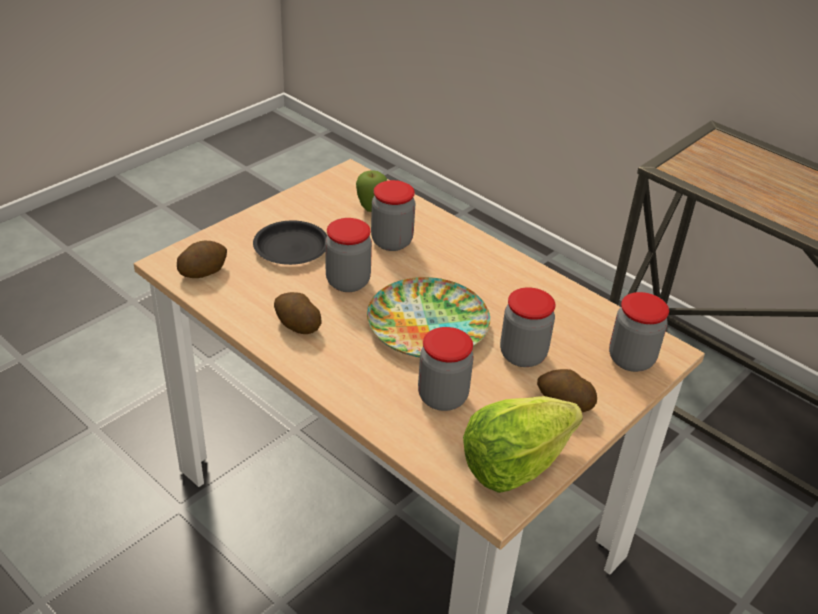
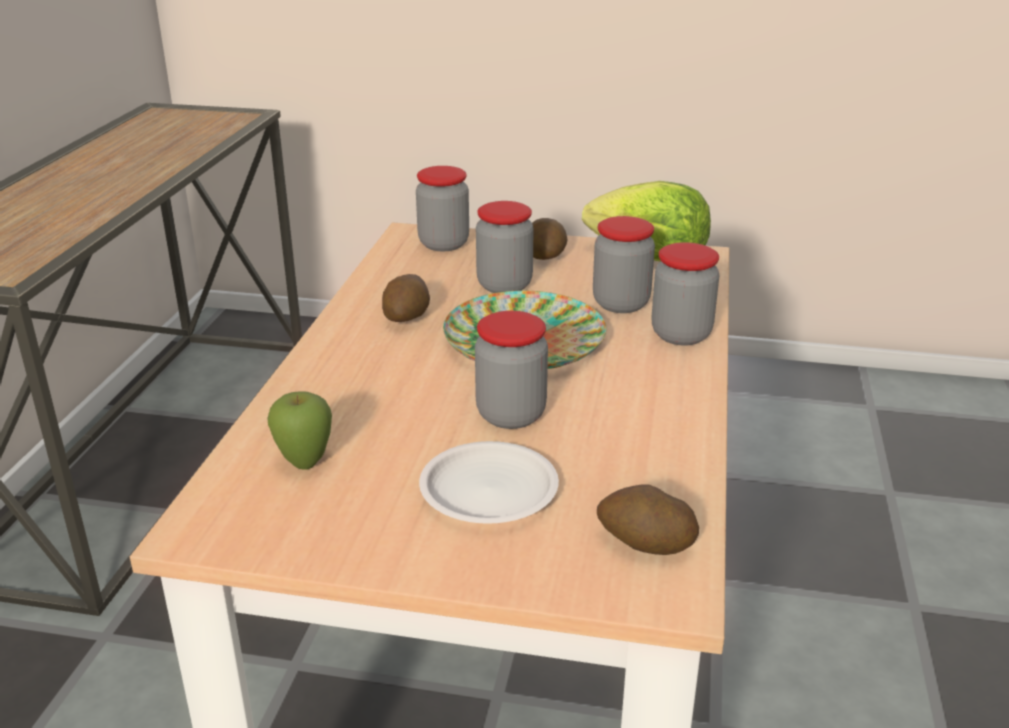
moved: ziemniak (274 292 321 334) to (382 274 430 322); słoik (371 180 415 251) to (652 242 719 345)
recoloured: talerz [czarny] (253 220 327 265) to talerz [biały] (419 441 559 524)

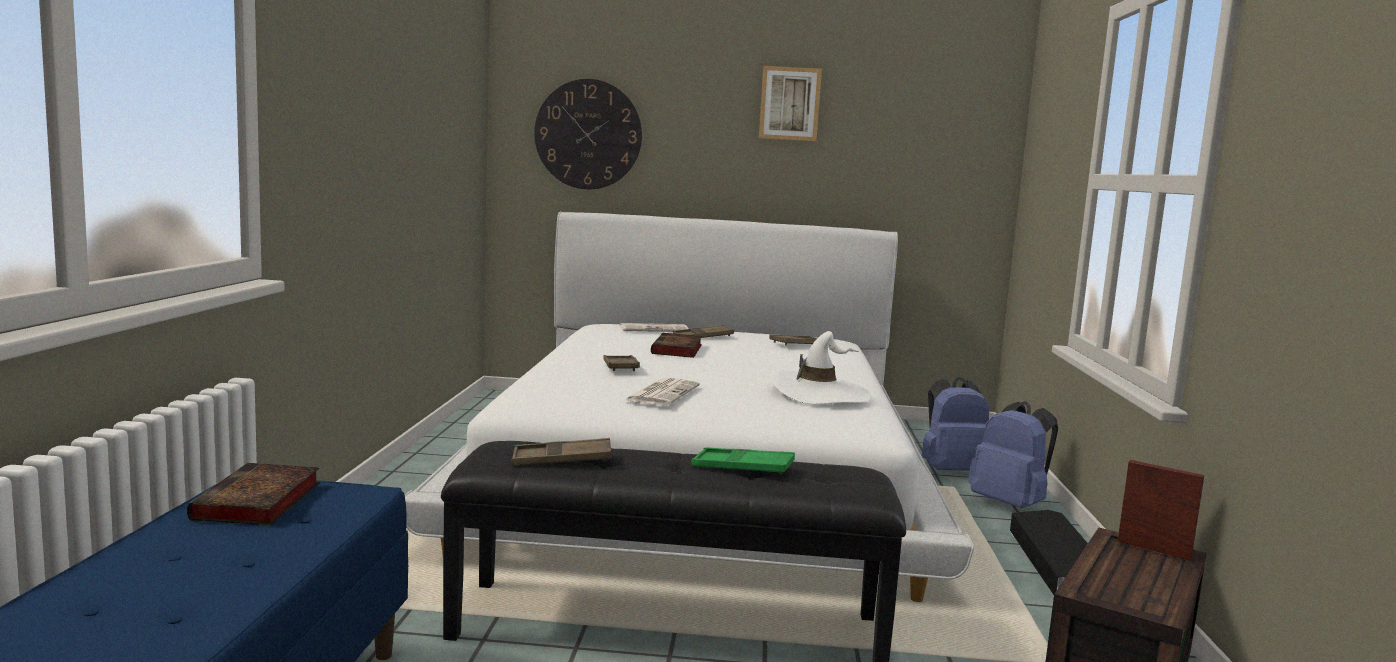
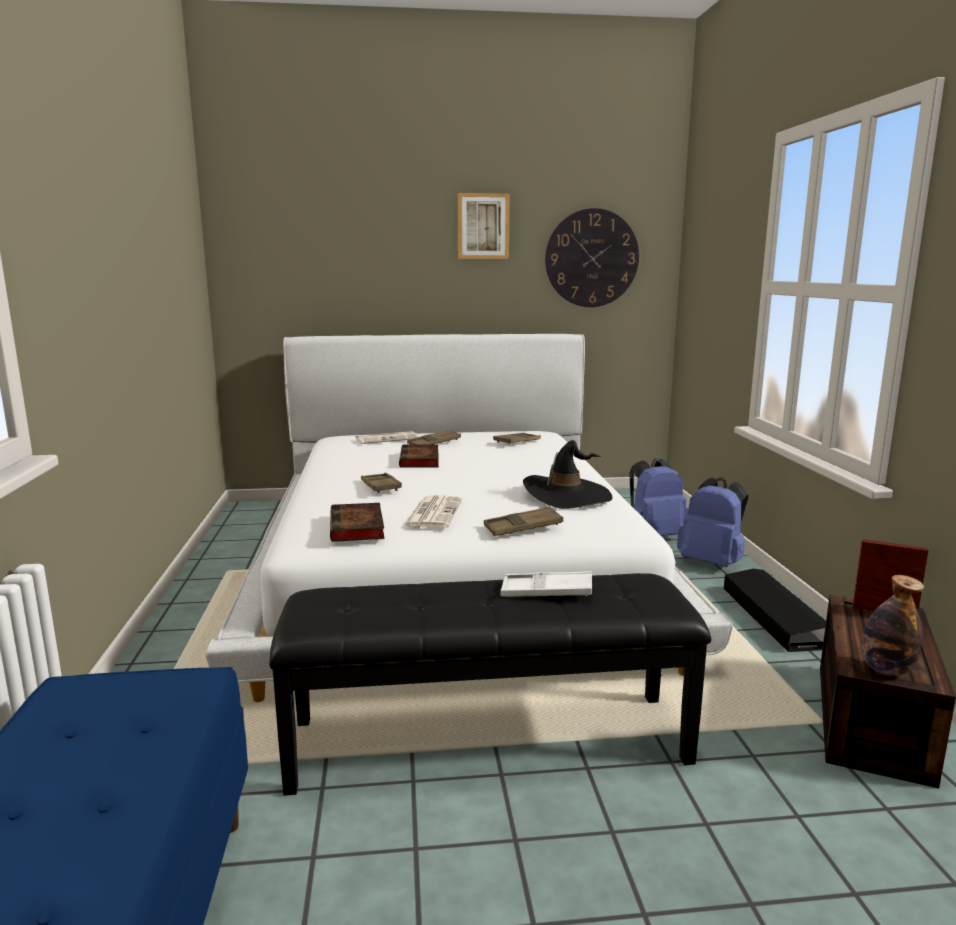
added: butelka (862 575 924 676)
moved: książka (187 463 320 526) to (330 503 385 542); taca [brązowy] (512 438 611 466) to (484 507 563 536); zegar ścienny (534 79 642 189) to (545 208 639 307)
recoloured: taca [zielony] (691 447 795 475) to taca [biały] (500 571 592 597); kapelusz [biały] (771 331 871 404) to kapelusz [czarny] (523 440 612 509)

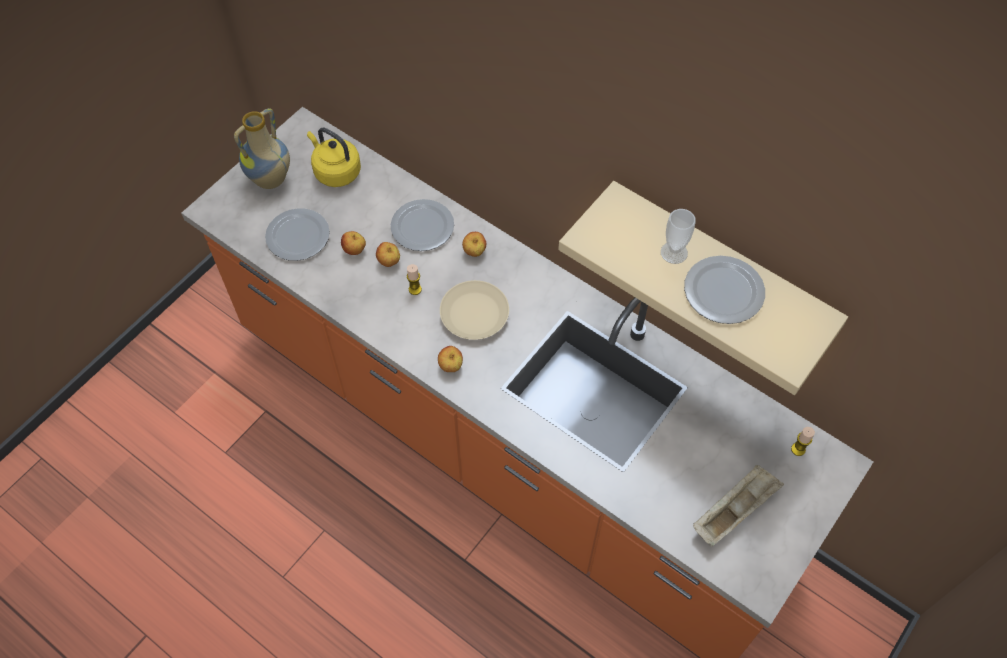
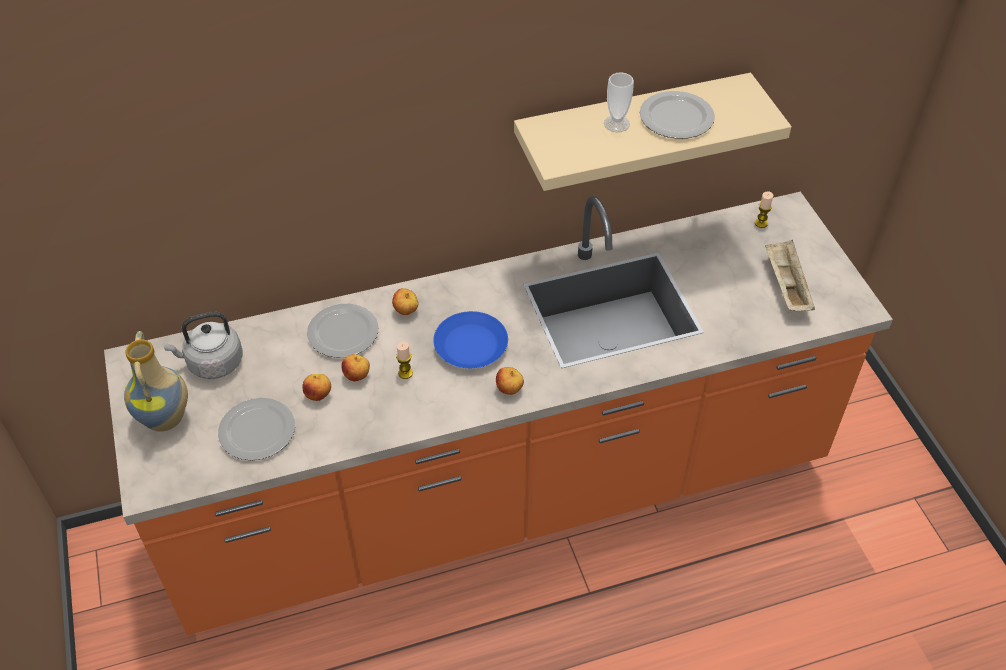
recoloured: czajnik [żółty] (307 127 361 187) to czajnik [szary] (162 312 242 379); talerz [beżowy] (440 280 509 340) to talerz [niebieski] (433 311 508 368)

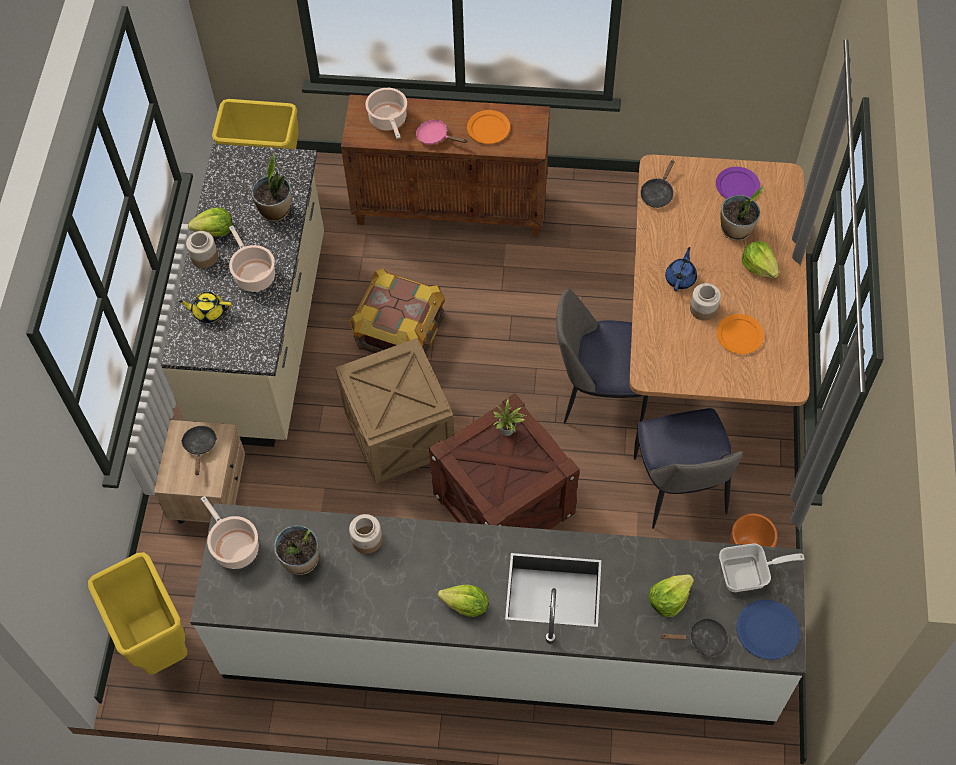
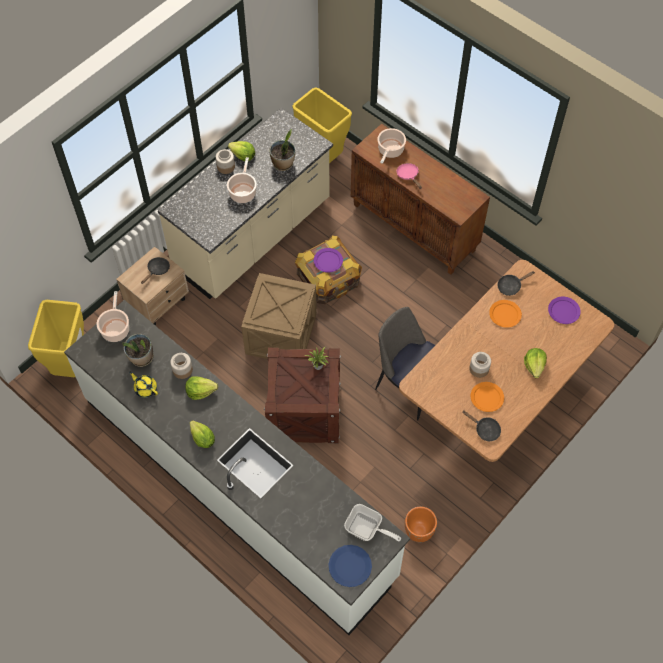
removed: krzesło (634 408 743 529); imbryk [niebieski] (665 247 697 291); roślina doniczkowa (720 187 765 241)
added: talerz [fioletowy] (314 248 343 273)
moved: imbryk [żółty] (178 292 232 323) to (129 372 158 398); talerz [pomarańczowy] (467 110 510 144) to (489 300 522 328); sałata (649 574 694 617) to (185 376 218 400); patelnia [czarny] (660 618 729 657) to (462 411 501 441)

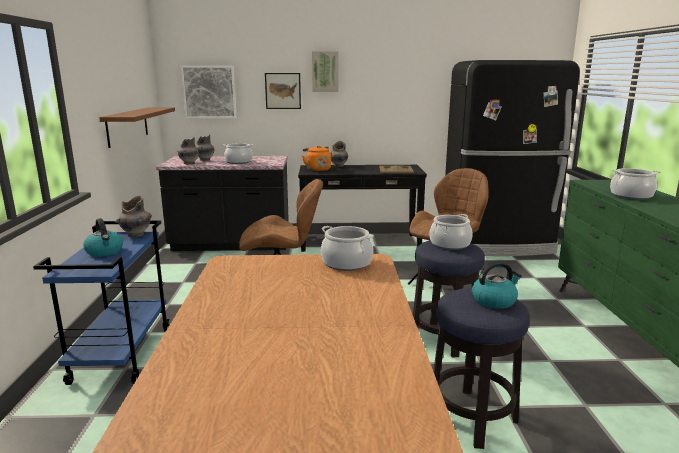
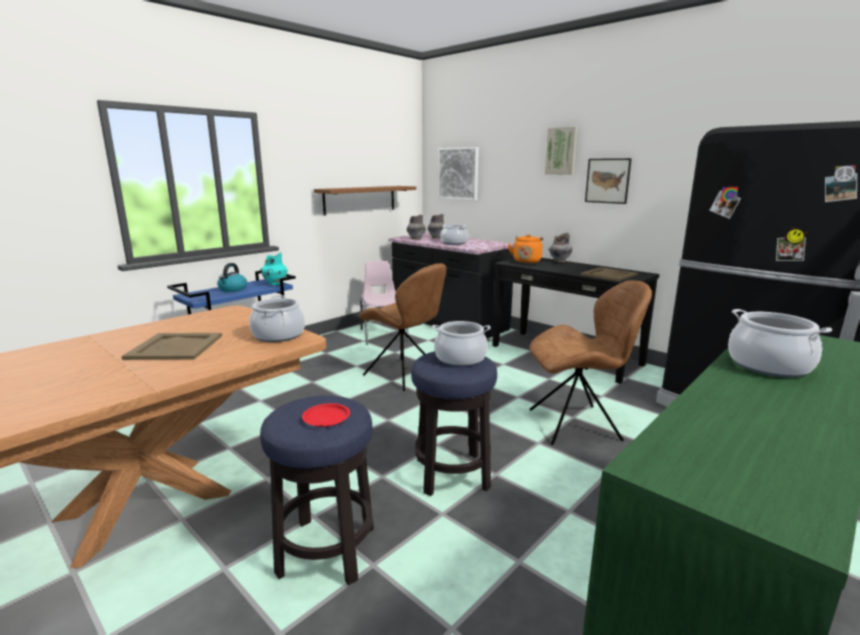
added: taca [beżowy] (121 333 222 360); krzesło [różowy] (360 260 409 345)
moved: obraz (265 73 301 109) to (585 158 632 204)
replaced: czajnik (472 261 521 309) to talerz [czerwony] (302 403 350 427)
recoloured: wazon [szary] (115 196 152 237) to wazon [turkusowy] (260 253 288 285)

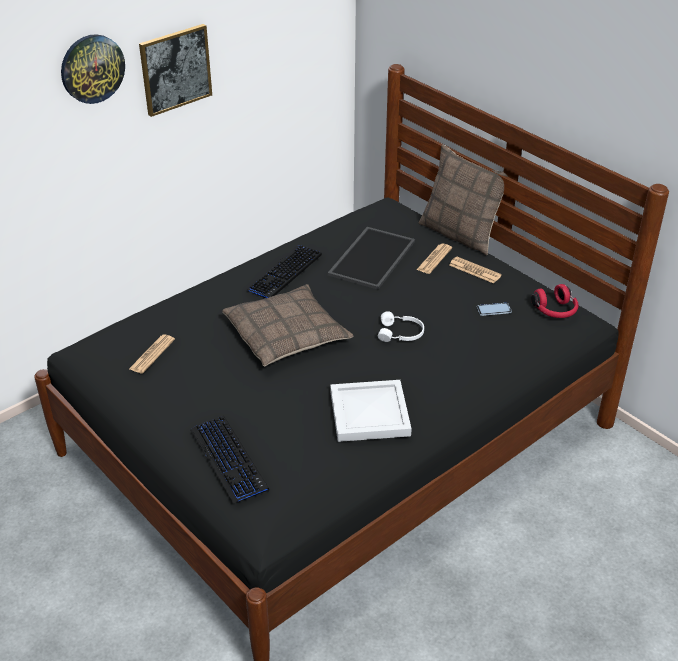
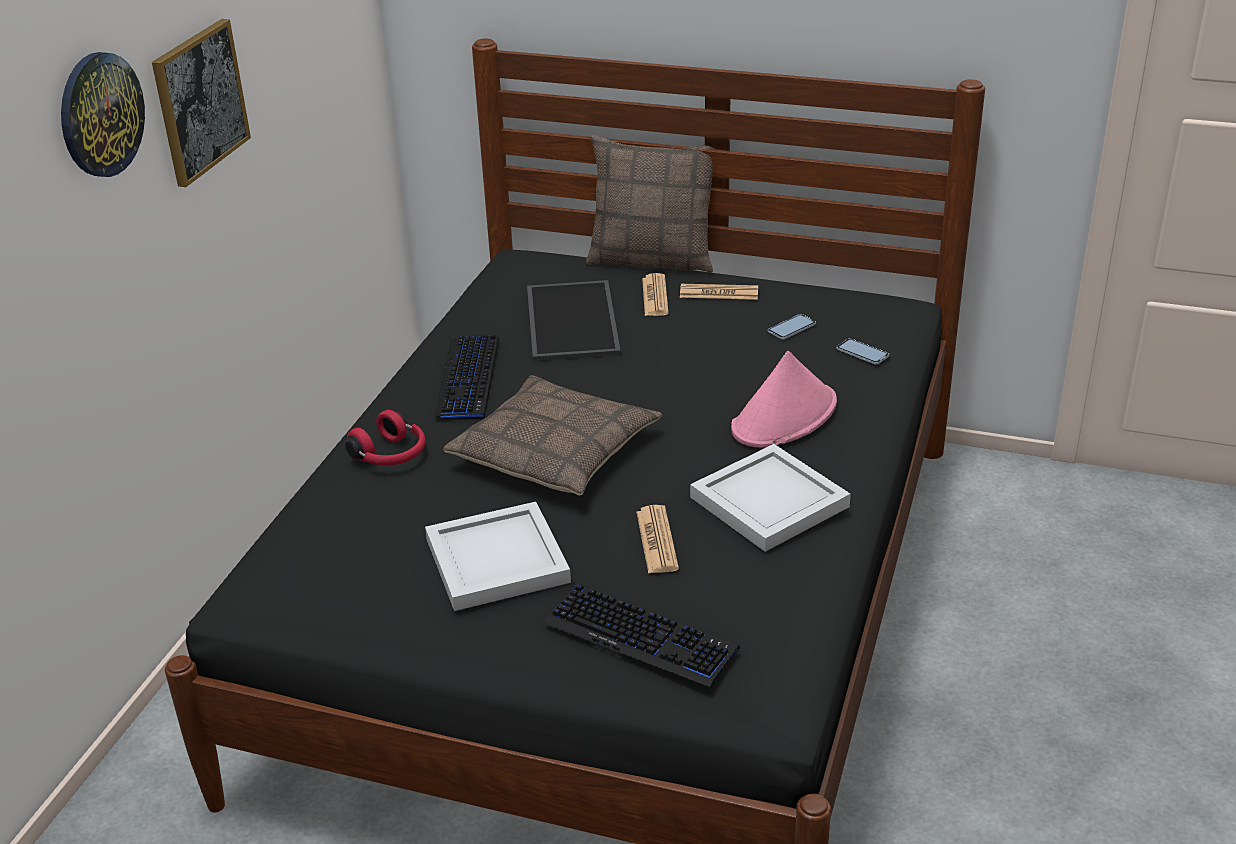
removed: słuchawki [biały] (378 311 424 342)
added: taca [biały] (425 502 571 611); kapelusz [różowy] (731 351 837 447); telefon (836 338 889 365)
moved: gazeta (129 334 175 374) to (636 505 679 574); słuchawki [czerwony] (531 284 579 318) to (345 410 426 466)

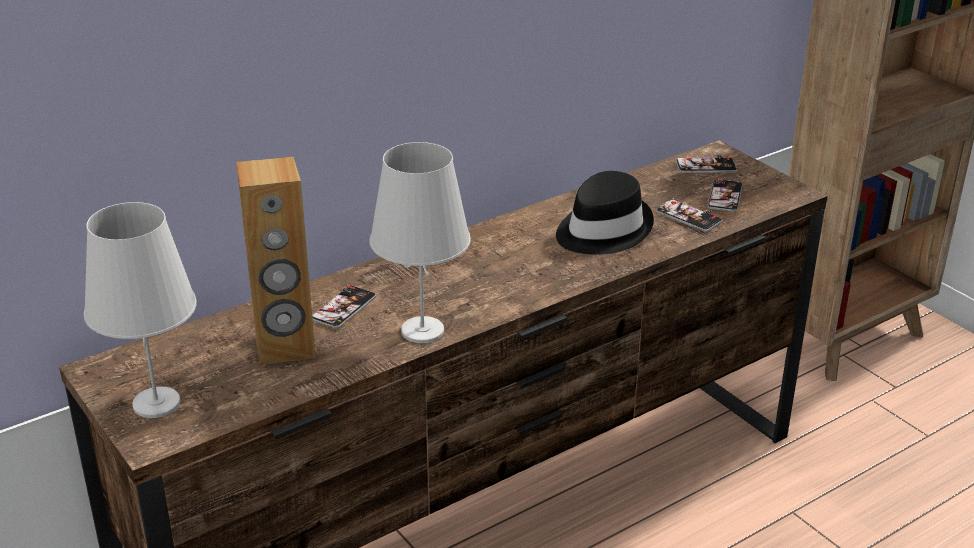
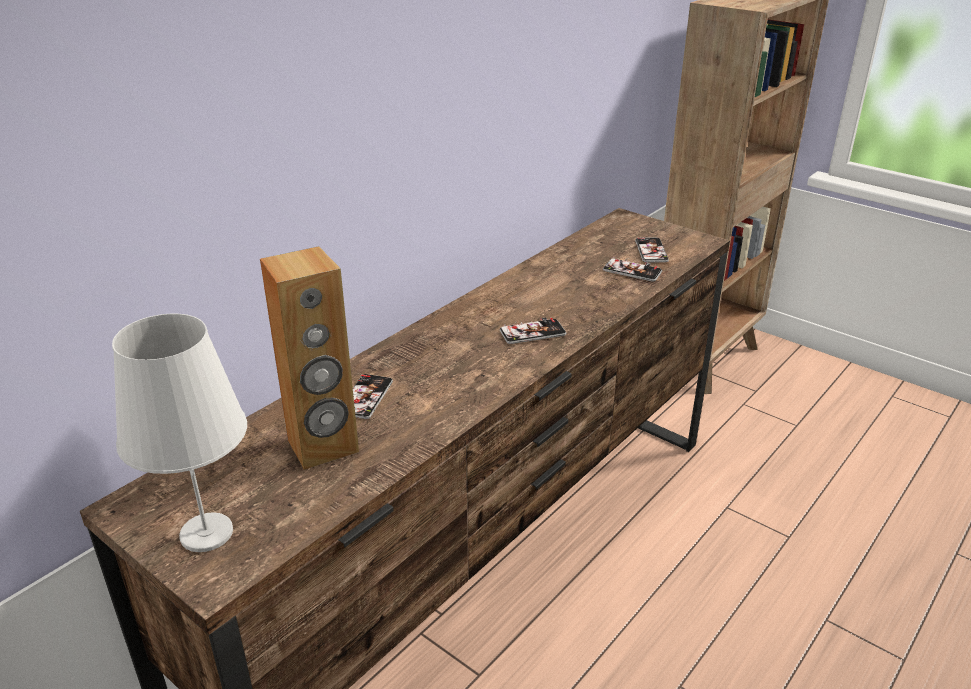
removed: lampa stołowa [biały] (369 142 471 343); kapelusz [czarny] (556 171 654 255)
moved: telefon (676 155 737 173) to (500 317 566 344)

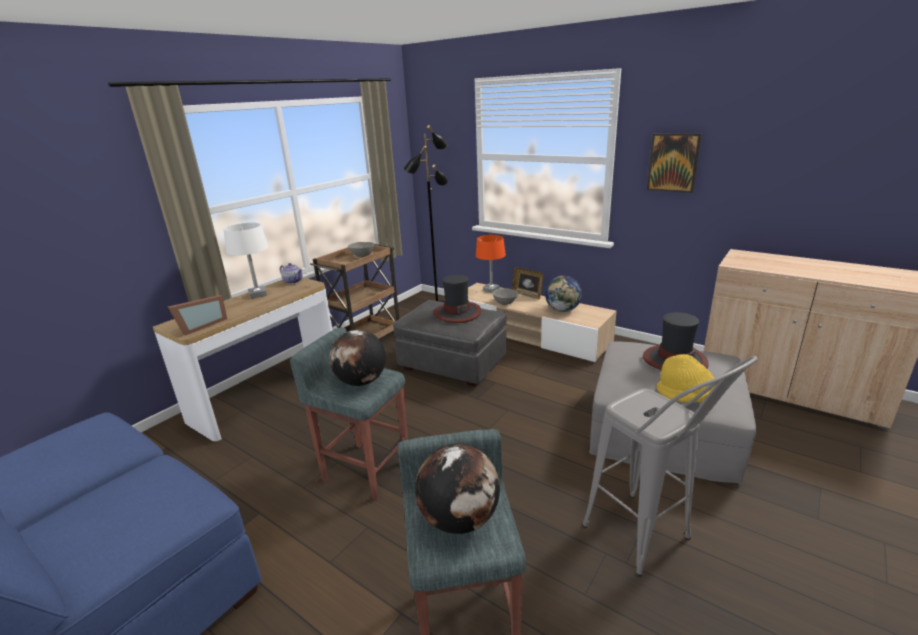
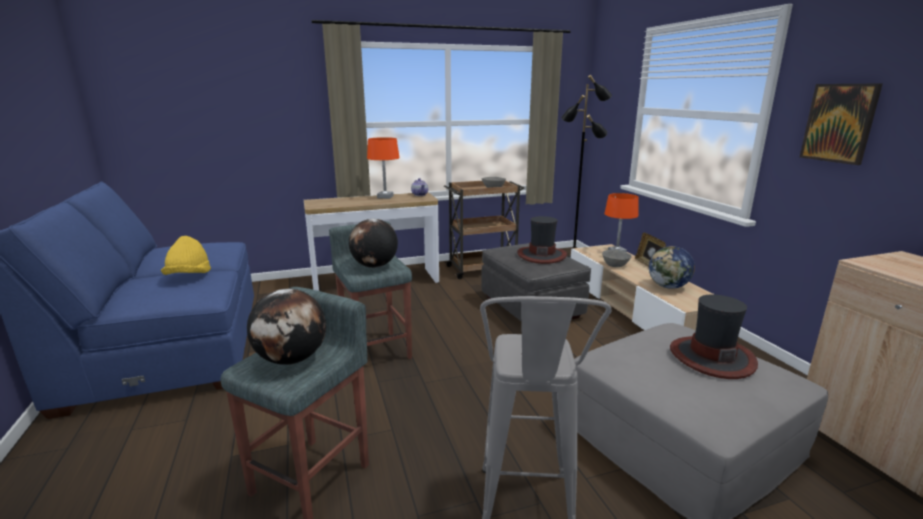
removed: ramka na zdjęcie (168 295 227 335)
moved: kapelusz [żółty] (657 354 717 403) to (161 236 211 275)
recoloured: lampa stołowa [biały] (223 222 268 299) to lampa stołowa [pomarańczowy] (367 137 400 199)

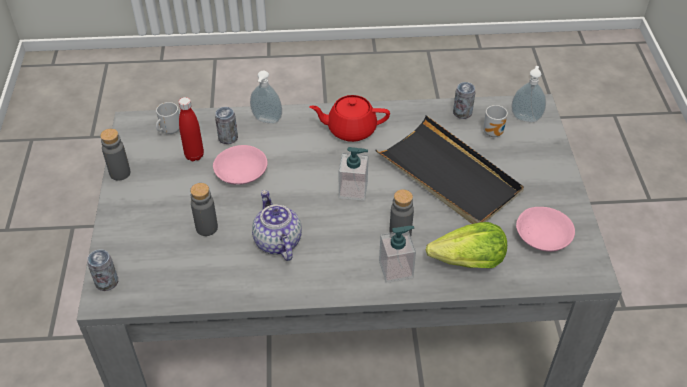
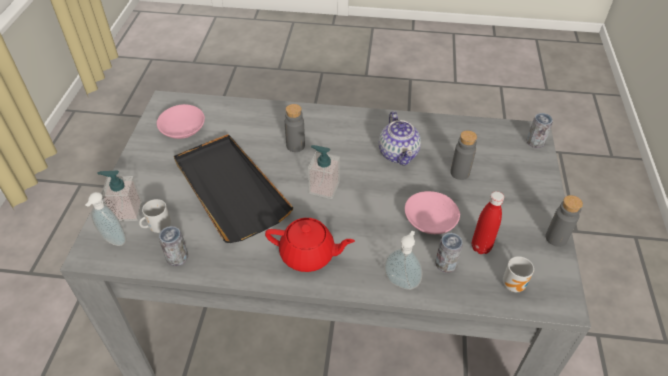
removed: sałata (426 222 507 268)
moved: dozownik mydła (379 226 416 283) to (97 170 142 221)

